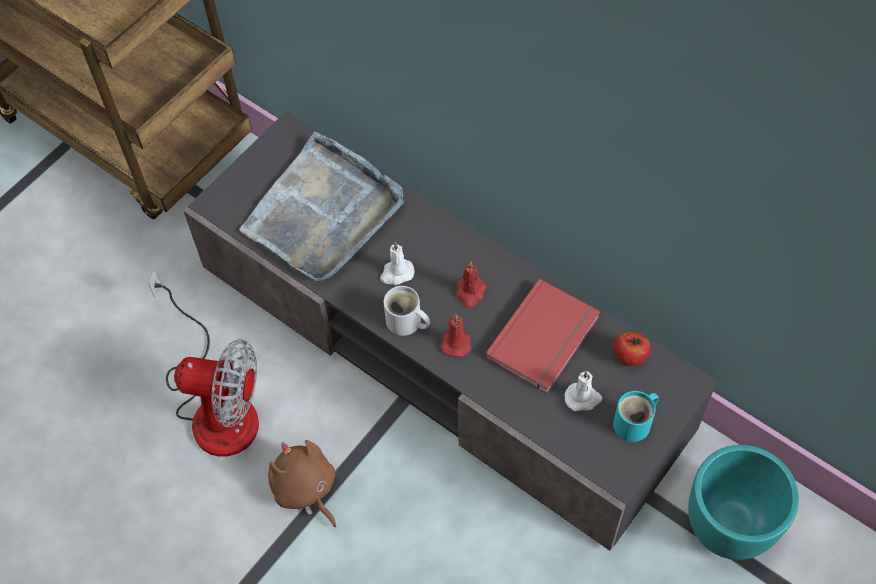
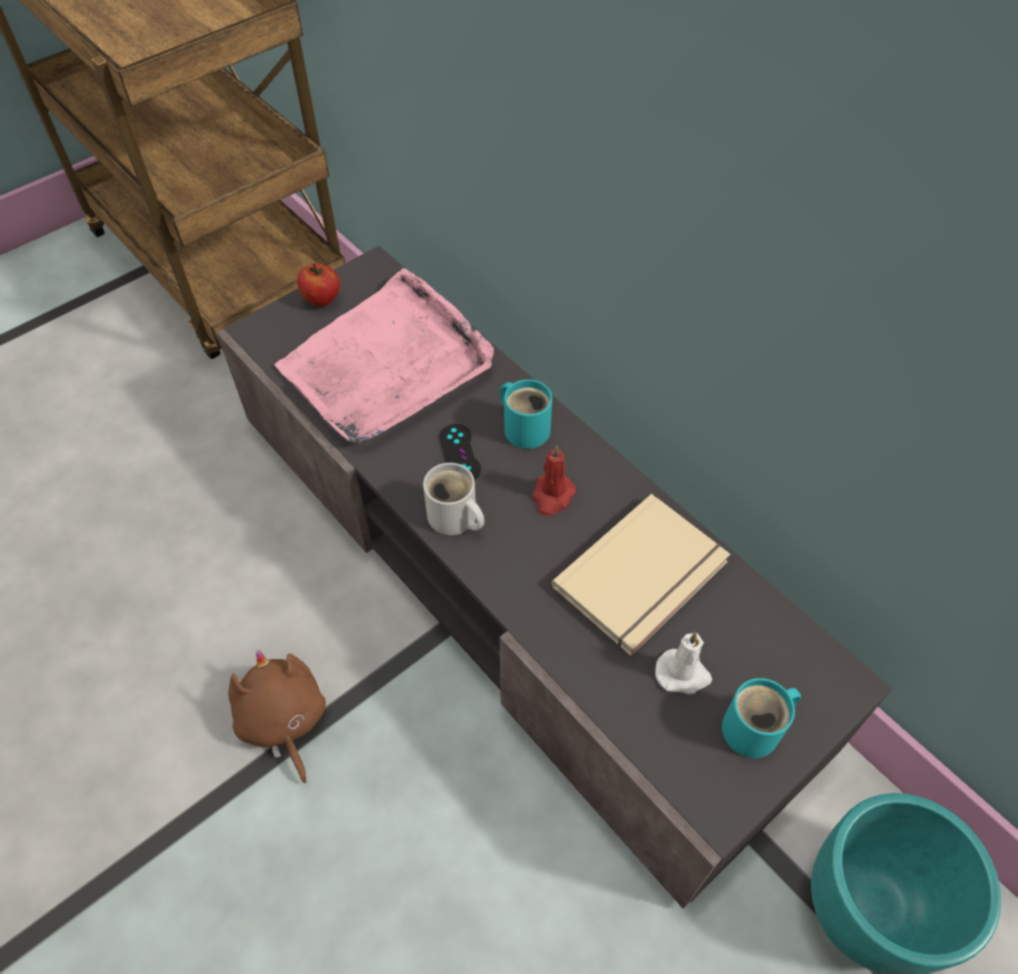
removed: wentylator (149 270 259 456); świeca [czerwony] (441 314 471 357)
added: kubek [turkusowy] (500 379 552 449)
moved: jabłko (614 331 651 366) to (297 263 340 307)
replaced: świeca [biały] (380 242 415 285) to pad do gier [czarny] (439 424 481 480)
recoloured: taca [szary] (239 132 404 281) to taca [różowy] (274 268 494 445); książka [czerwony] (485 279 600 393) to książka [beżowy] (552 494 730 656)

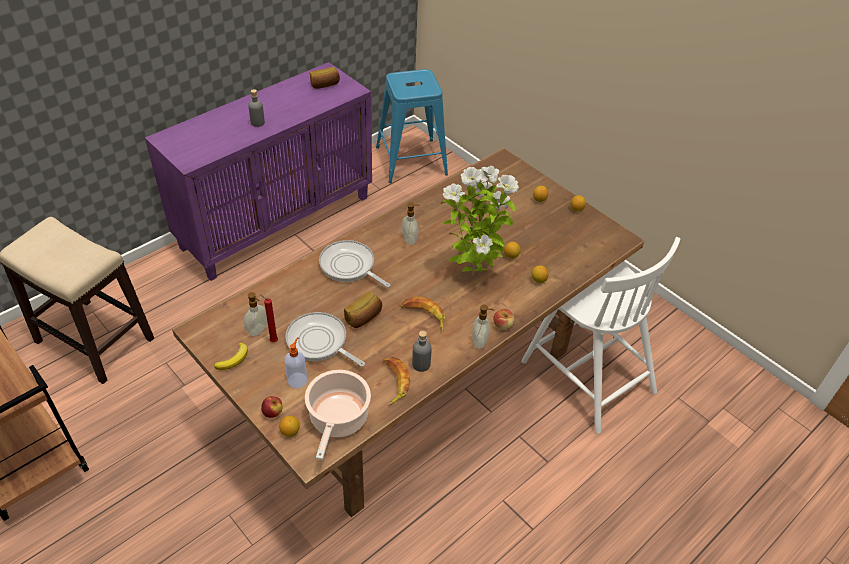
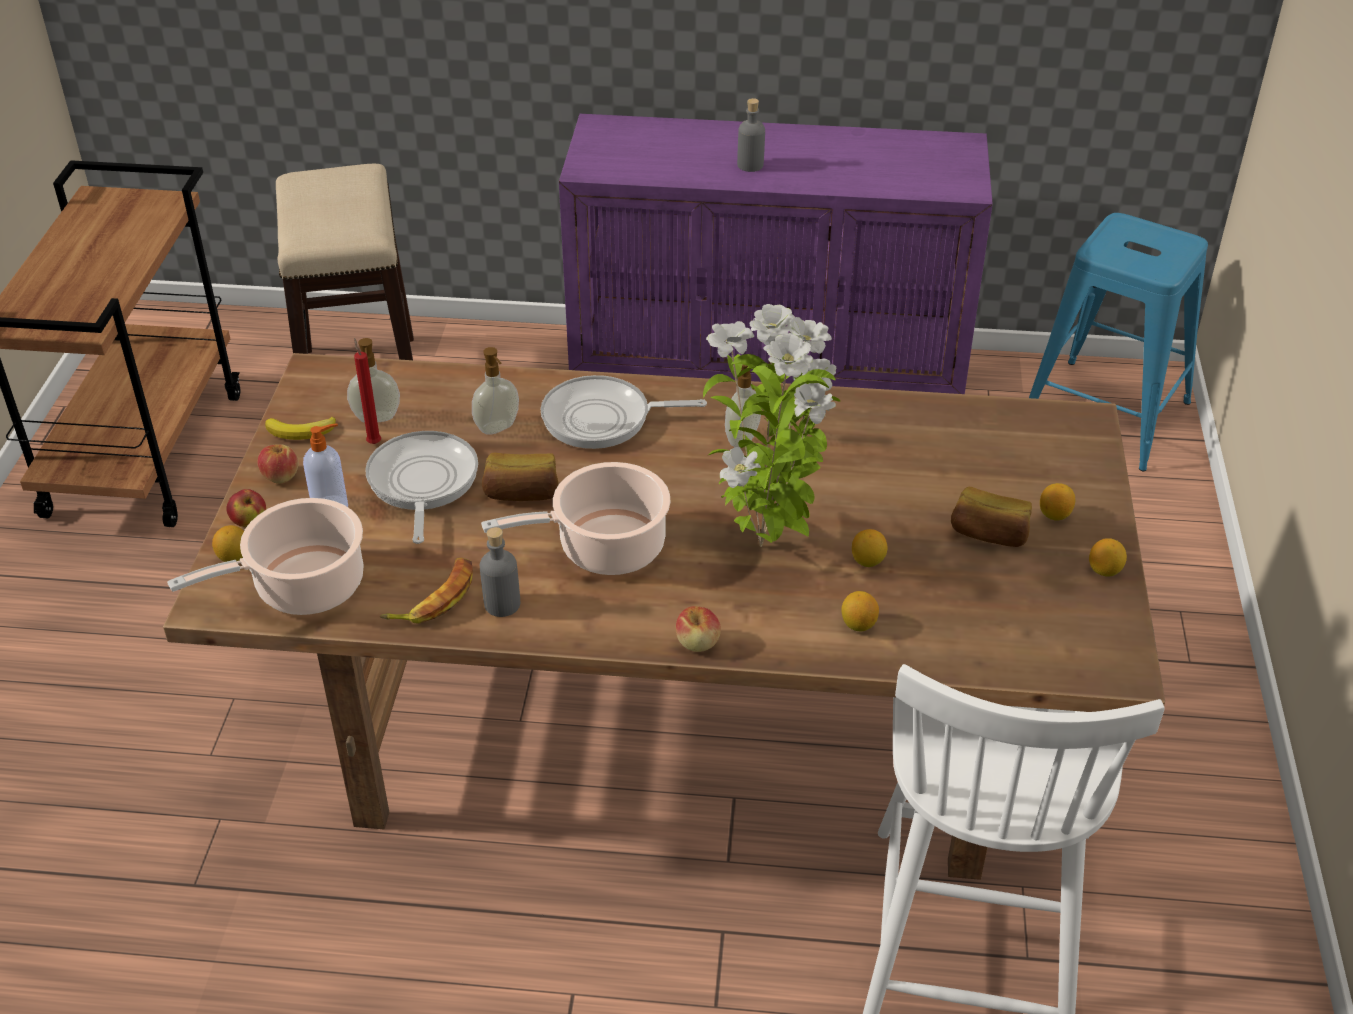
added: jabłko (257 444 298 484)
moved: chleb (310 67 340 89) to (951 487 1032 547); dozownik mydła (472 305 494 349) to (472 347 519 435)
replaced: banan (401 297 445 331) to garnek (481 462 671 575)
turned: patelnia (319 240 391 288) = (541 375 707 449) 90 degrees counterclockwise

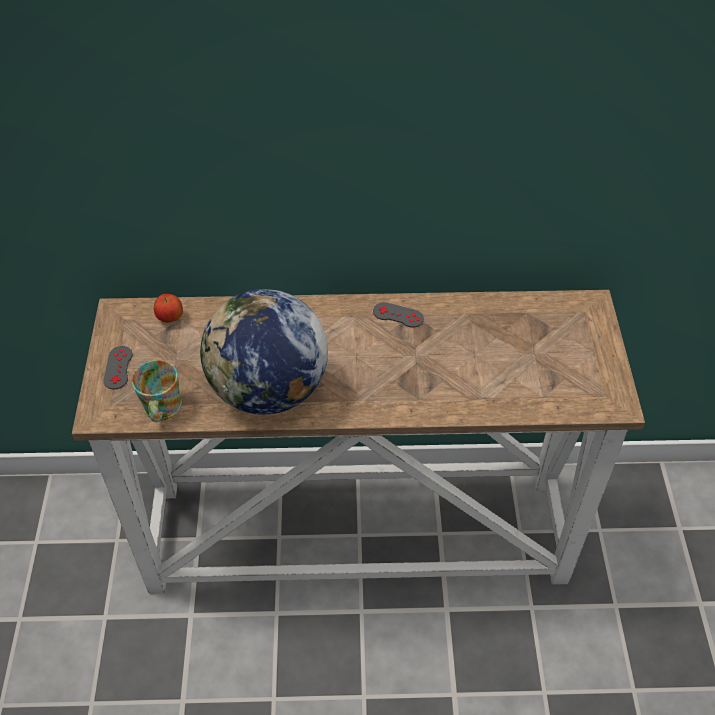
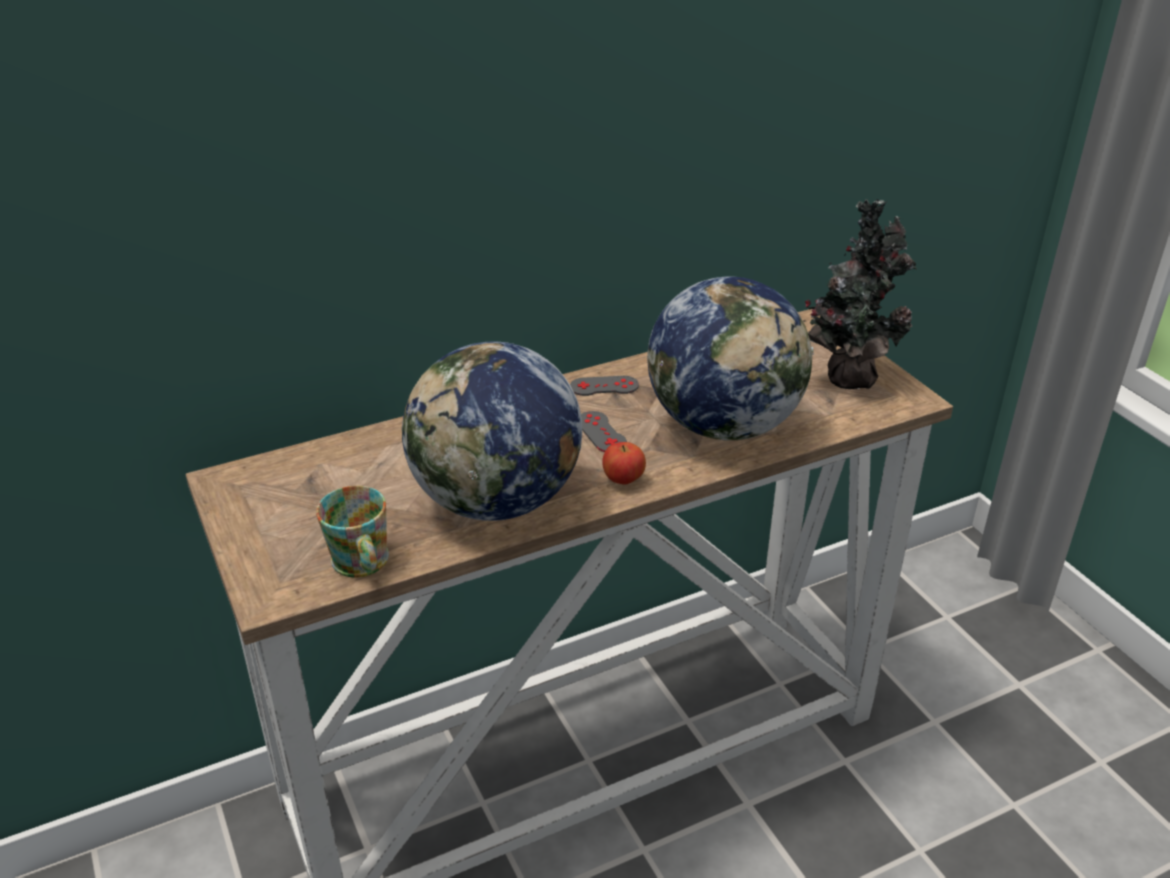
added: globus (647 277 814 440); roślina doniczkowa (804 199 918 389)
moved: pad do gier [szary] (103 346 133 389) to (581 411 627 452); jabłko (154 294 183 322) to (602 442 646 485)

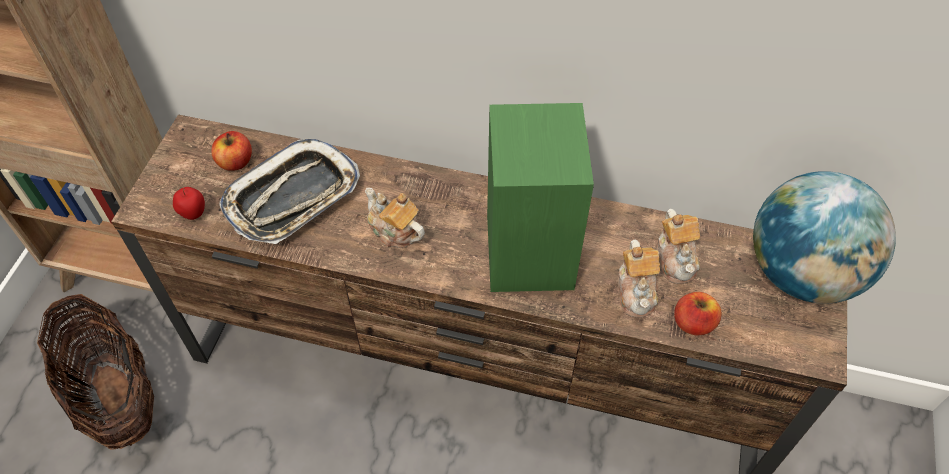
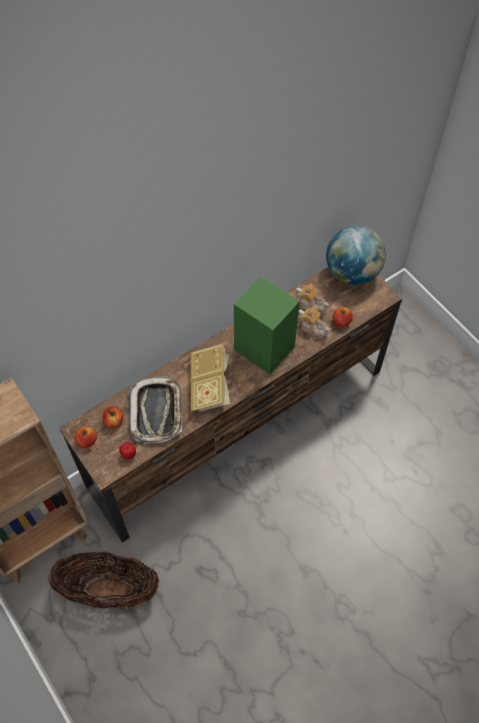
added: jabłko (74 426 97 448)
replaced: imbryk (365 188 425 248) to książka (190 343 230 412)

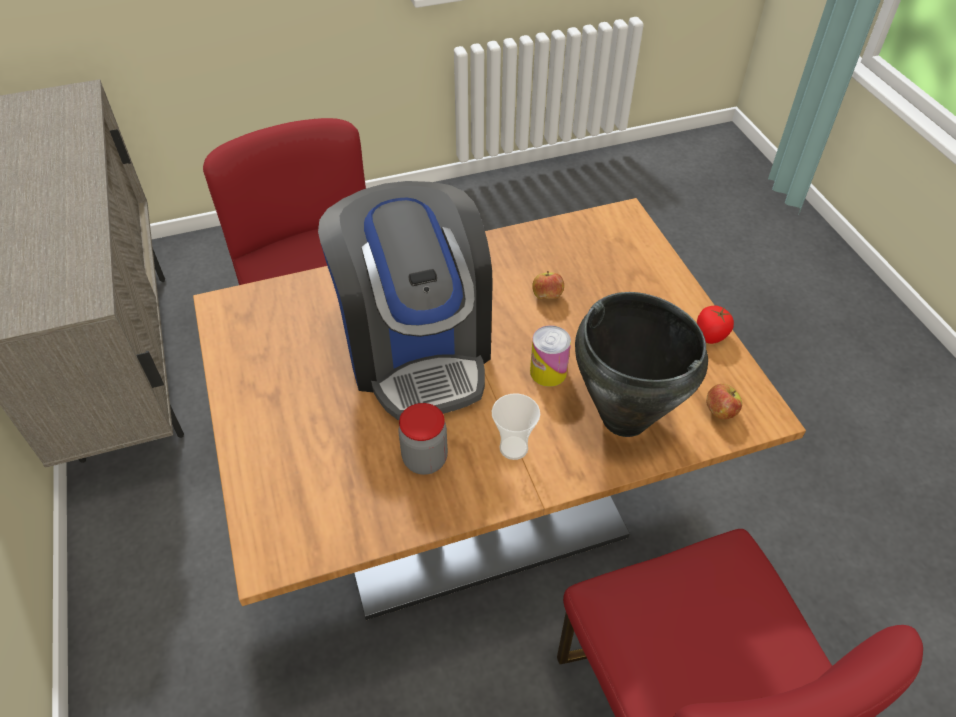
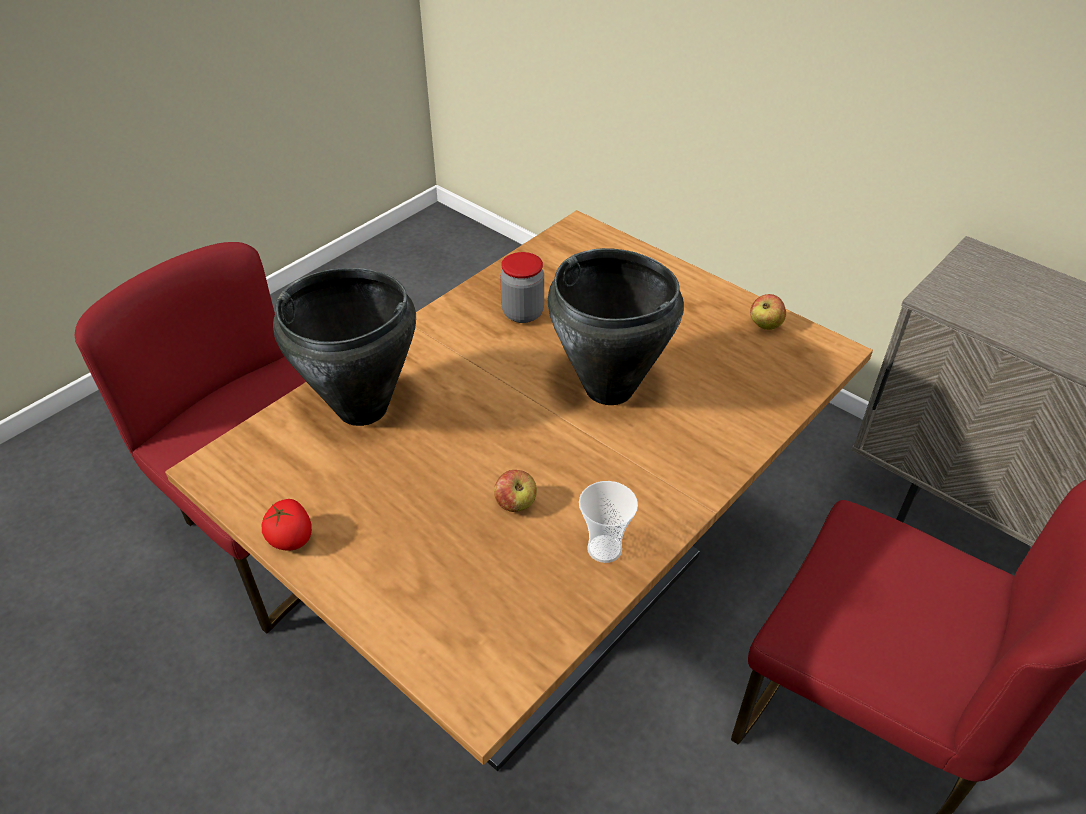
removed: puszka (530 326 571 387)
moved: filiżanka (492 393 540 460) to (579 481 638 563); jabłko (706 384 742 420) to (750 294 786 330)
replaced: ekspres do kawy (318 181 493 420) to garnek [czarny] (548 248 684 405)

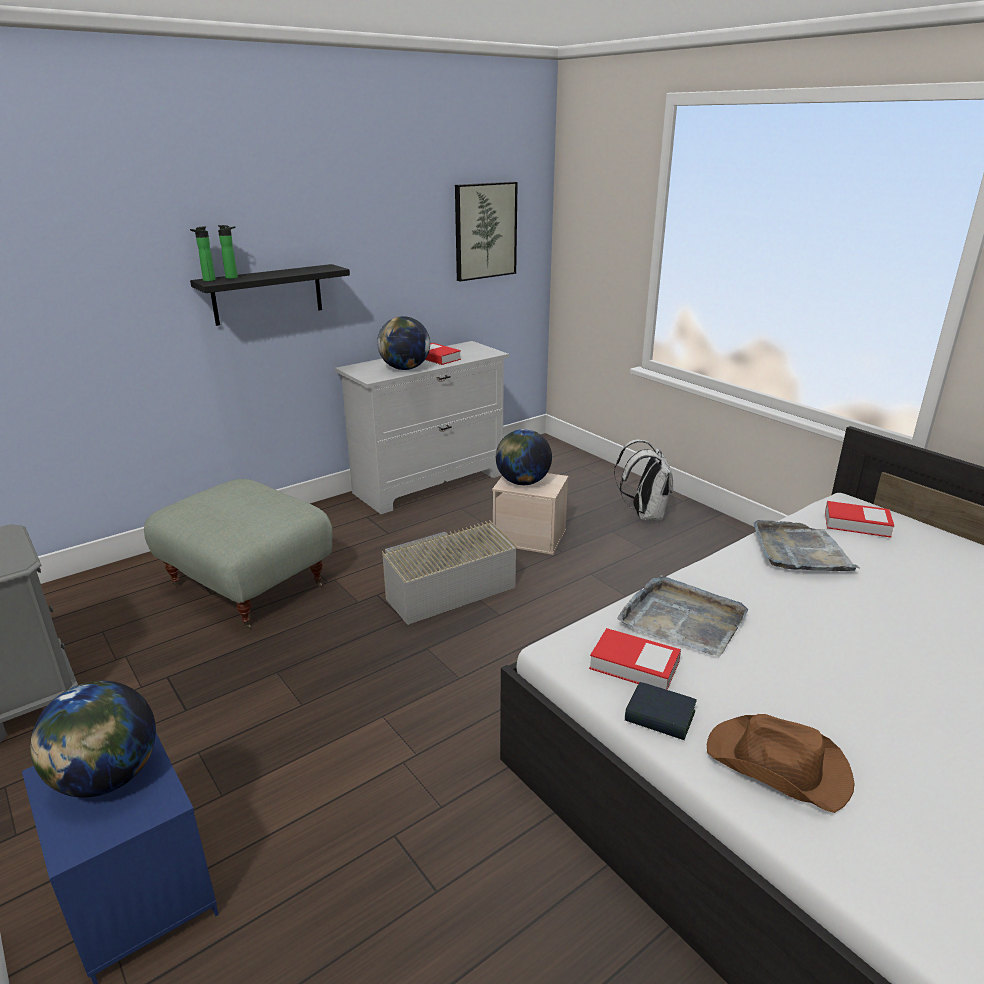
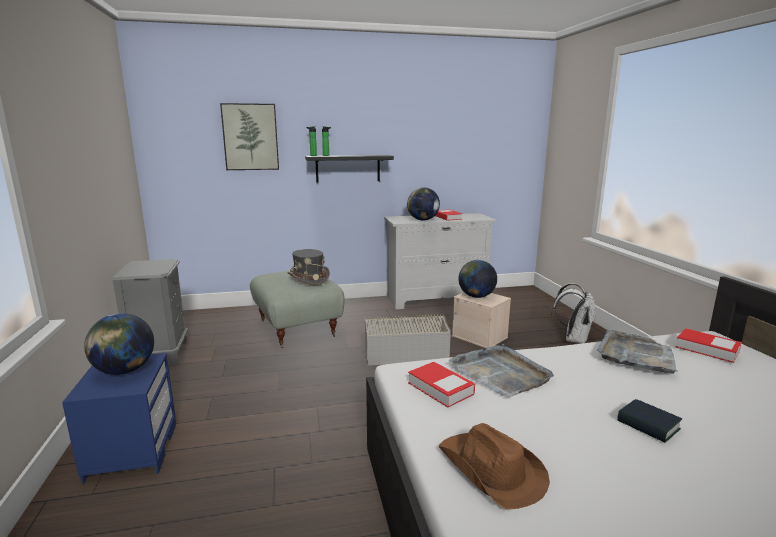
added: kapelusz [szary] (288 249 330 285)
moved: obraz (455 182 518 282) to (220 103 279 170); książka (625 682 697 740) to (617 399 682 443)

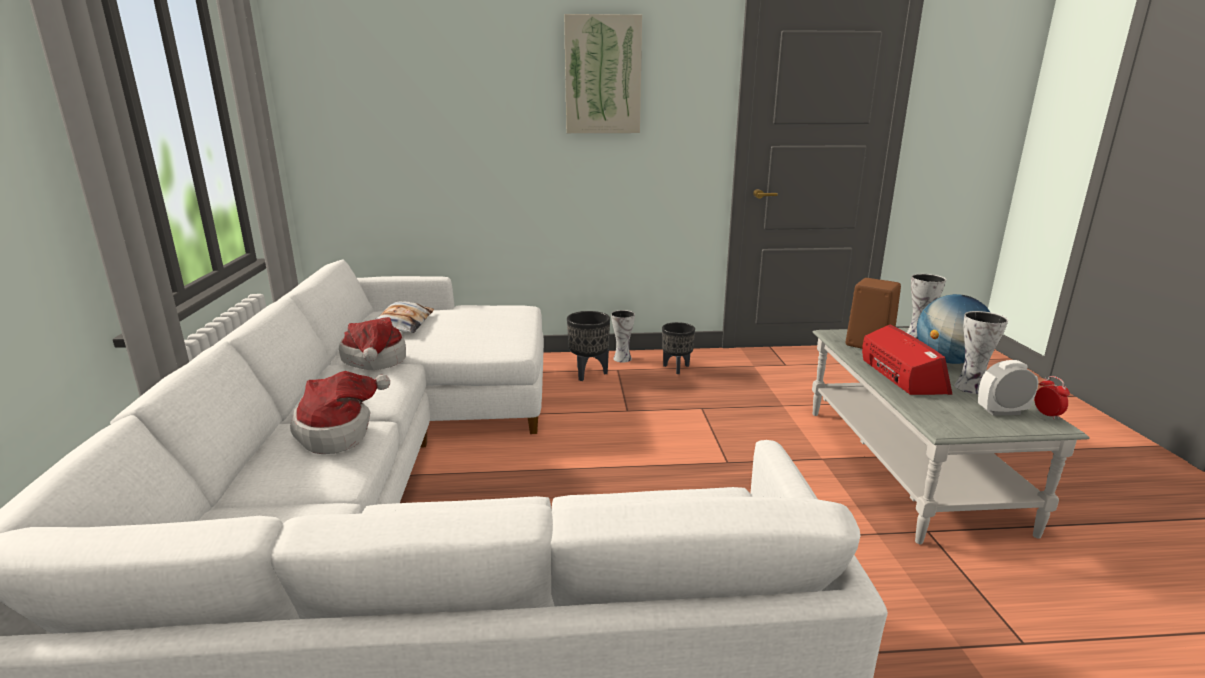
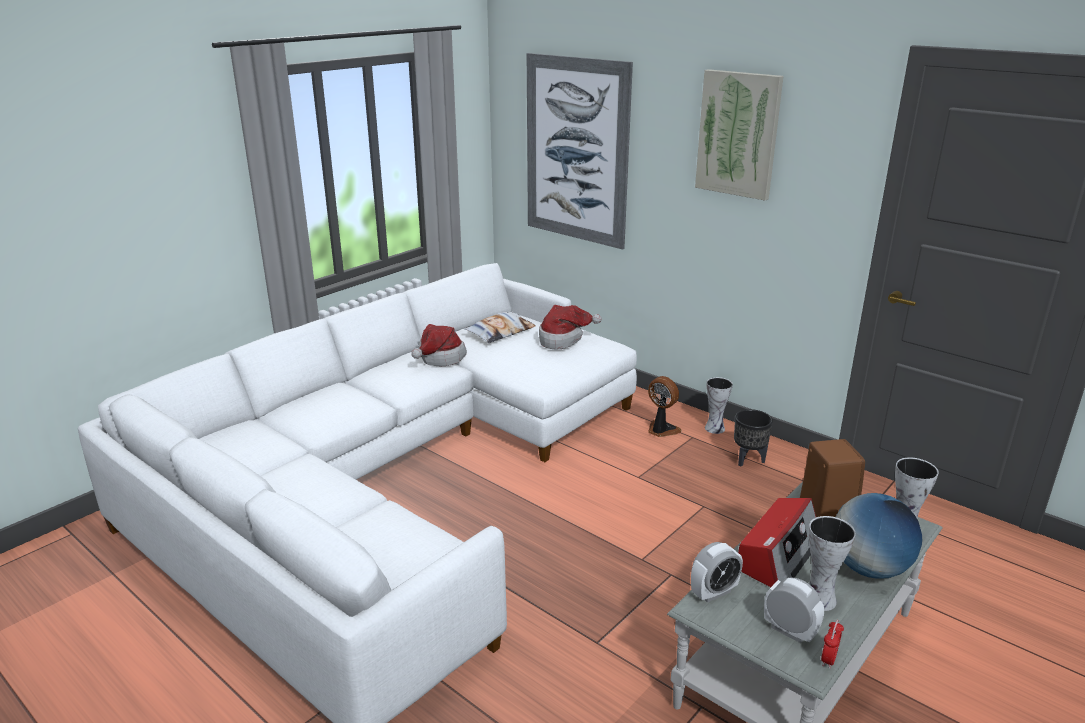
added: obraz (527 53 633 249); budzik (691 542 743 603)
moved: kapelusz (290 371 390 454) to (539 305 602 349)
replaced: donica [czarny] (567 311 610 381) to wentylator (648 376 681 437)

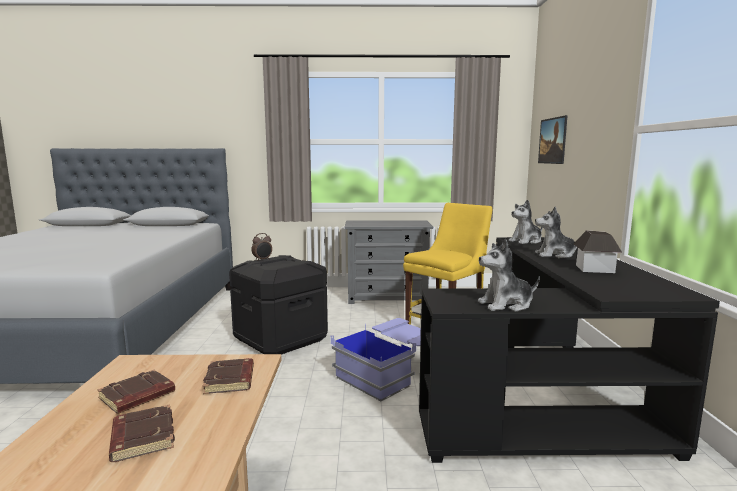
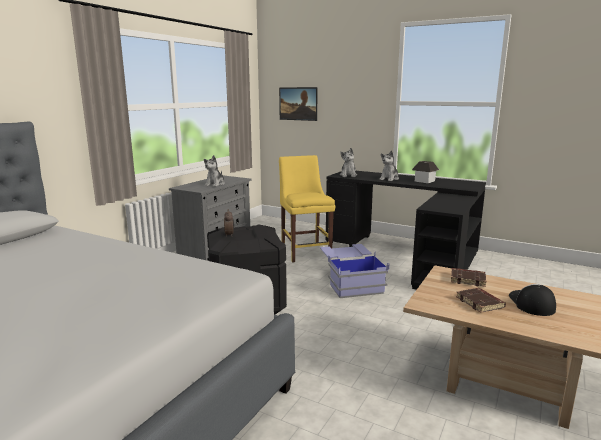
moved: pluszak (478 239 540 312) to (204 155 225 187)
replaced: książka [brązowy] (109 404 175 462) to czapka z daszkiem (509 284 556 316)

